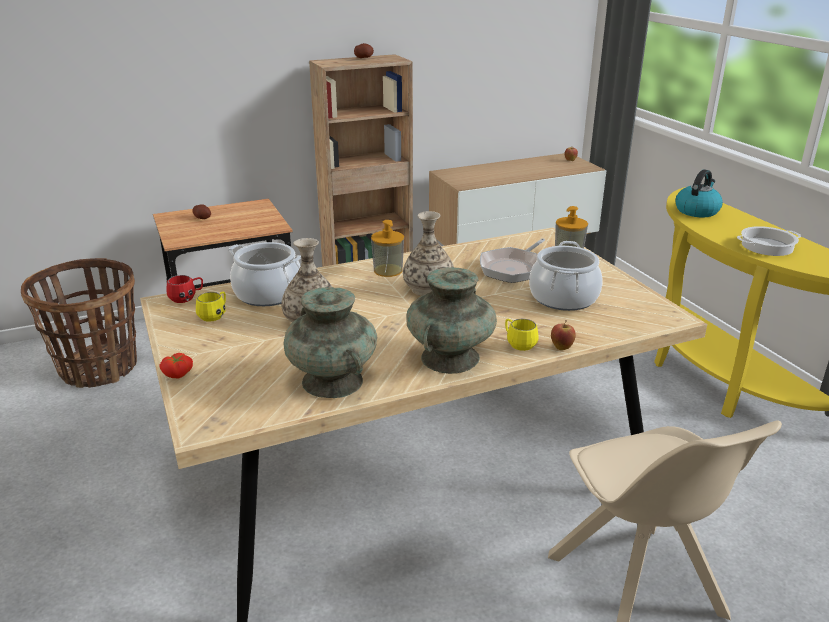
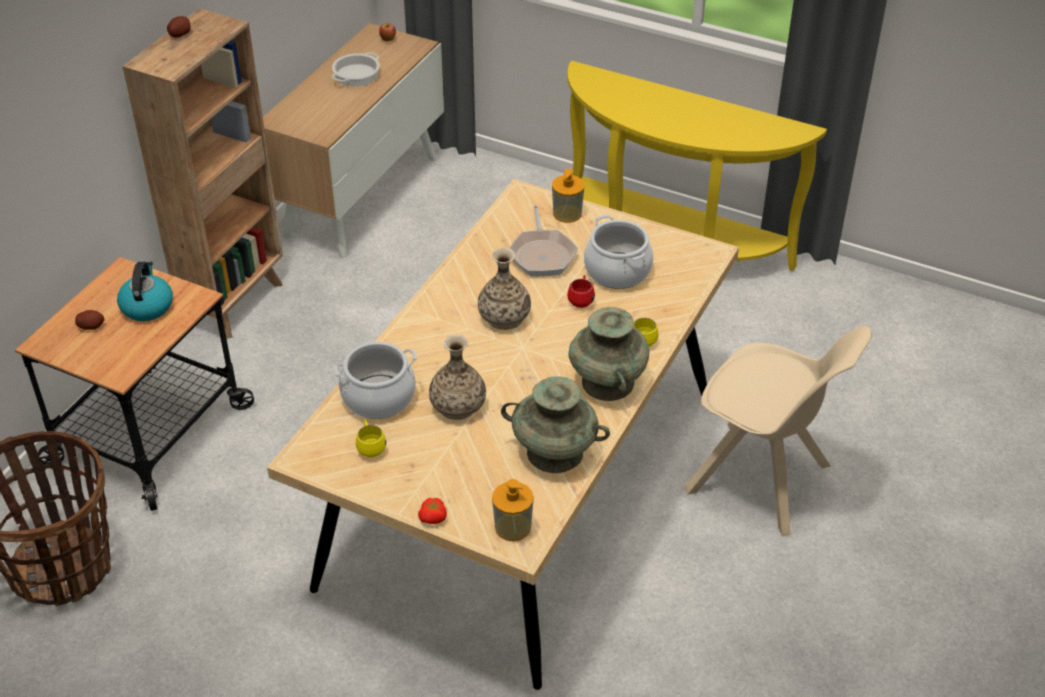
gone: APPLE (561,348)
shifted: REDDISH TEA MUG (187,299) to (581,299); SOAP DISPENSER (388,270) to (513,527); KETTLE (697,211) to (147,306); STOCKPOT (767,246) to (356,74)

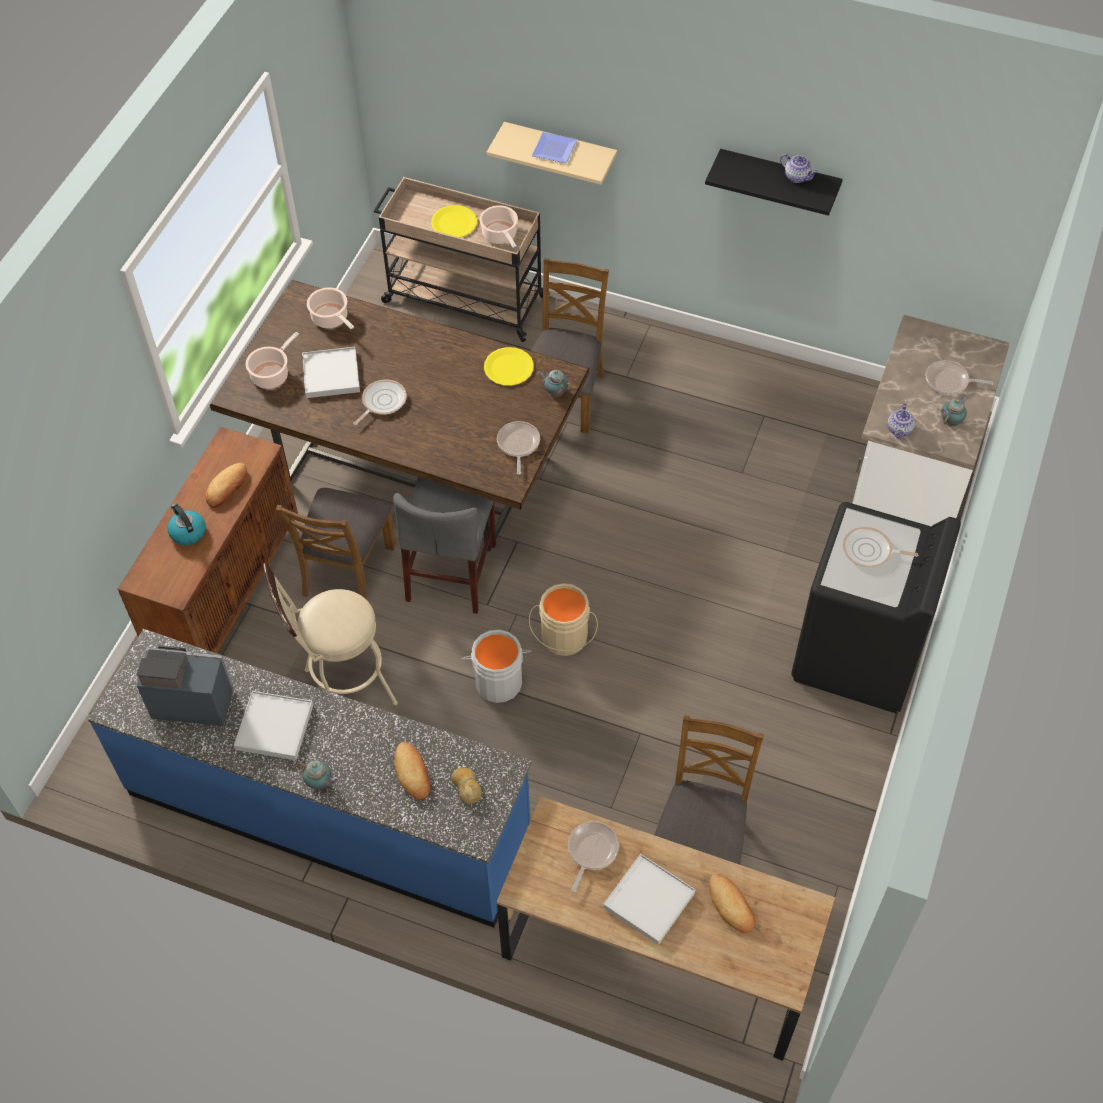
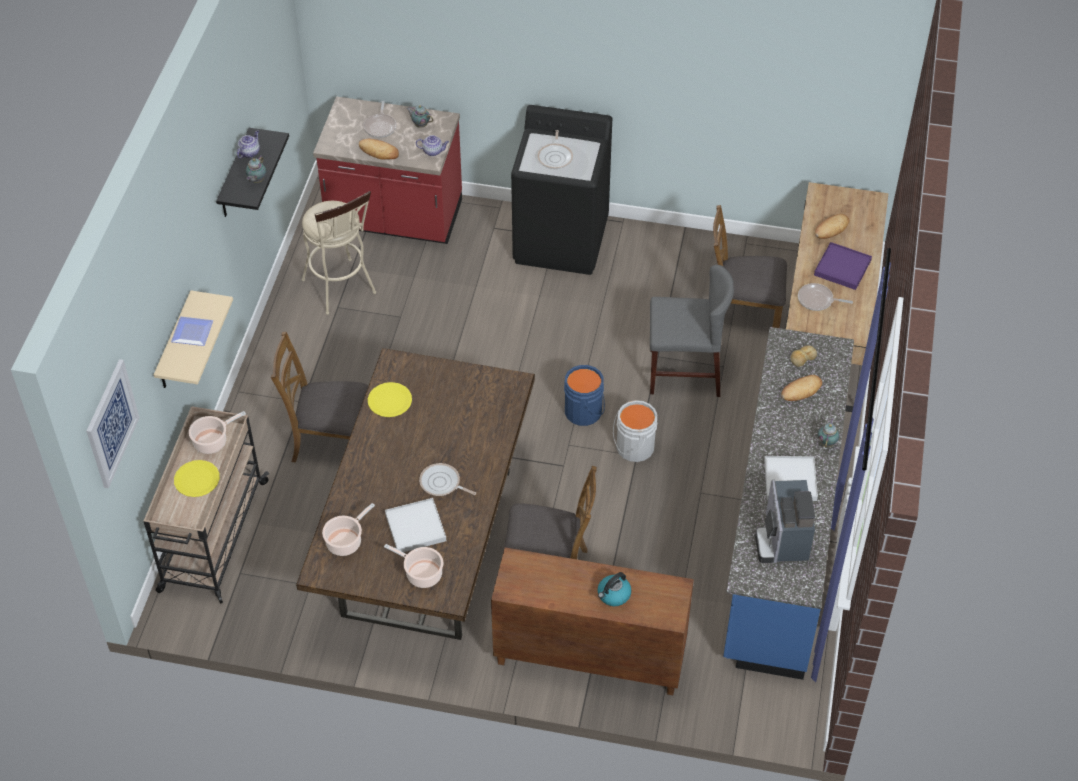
gone: SKILLET (518,444)
new: WALL ART (111,423)
shifted: BREAD (227,487) to (379,151); BEIGE STOOL (342,689) to (342,290); GREYISH PLAIN CHAIR (451,572) to (684,372); TEAPOT (555,392) to (256,181)
repainted: BEIGE PAIL (563,639) to BLUE-COLOURED PAIL (585,411); WHITE TRAY (649,900) to PURPLISH TRAY (842,268); WHITE COUNTER (910,481) to REDDISH COUNTER (394,218)

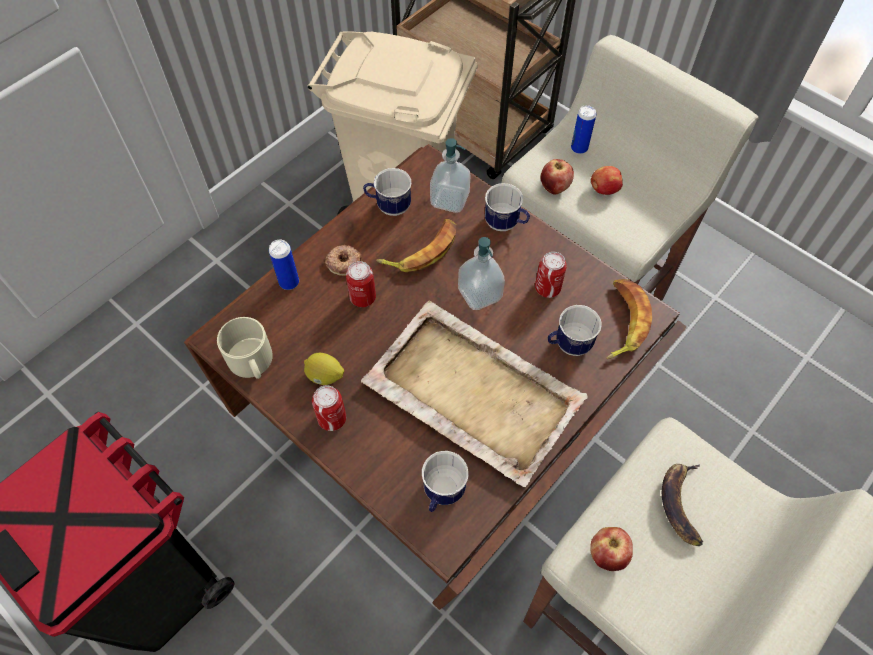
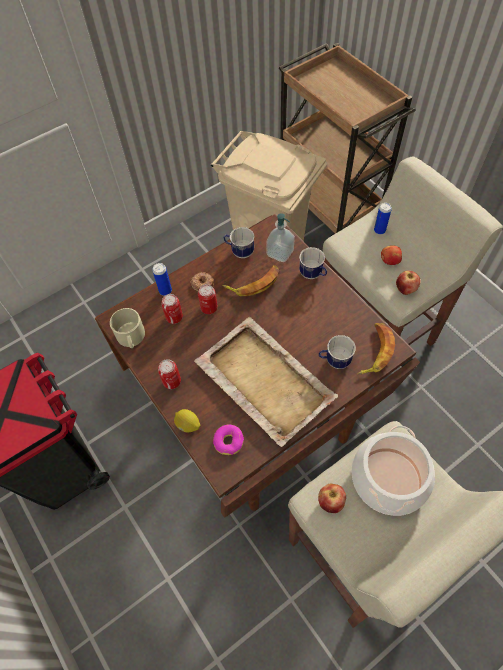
gone: SOAP DISPENSER (479,294)
shifted: CITRUS FRUIT (325,376) to (188,425); METAL CAN (547,288) to (174,317); APPLE (554,188) to (405,289)
swapped: TEA MUG (442,494) to RING DOUGHNUT (228,441); BANANA (680,503) to STOCKPOT (388,478)

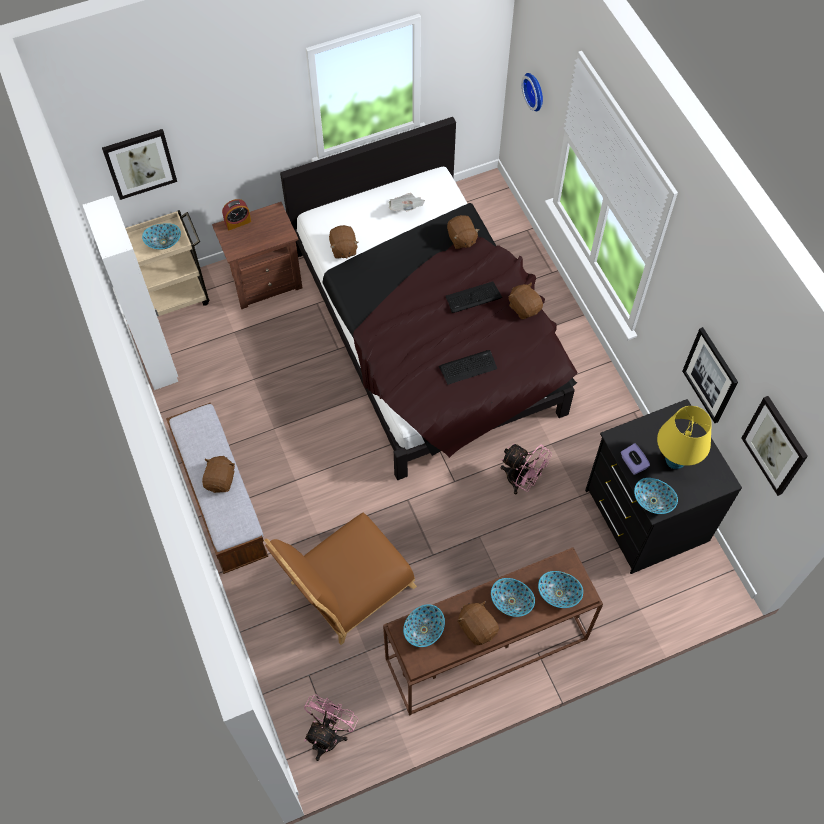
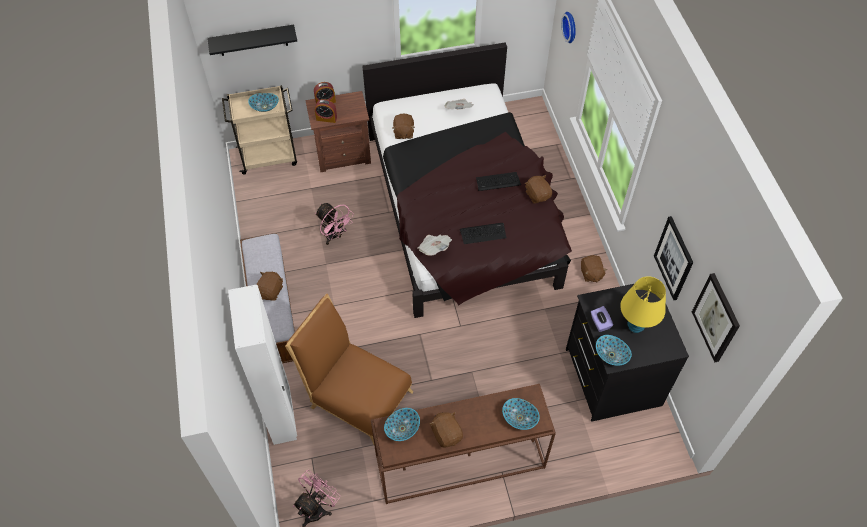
gone: DEEP DISH (511,601)
new: ALARM CLOCK (326,118); NEWSPAPER (434,249)
shifted: WHITE CLOTHES CUPBOARD (158,361) to (282,416); BROWN-COLOURED PLUSH TOY (461,239) to (591,274); PINK COOLING FAN (521,480) to (335,236)
swapped: WALL ART (140,163) to BLACKISH WALL SHELF (253,40)
rotated: BROWN-COLOURED PLAIN CHAIR (346,589) = (356,396) 60 degrees clockwise

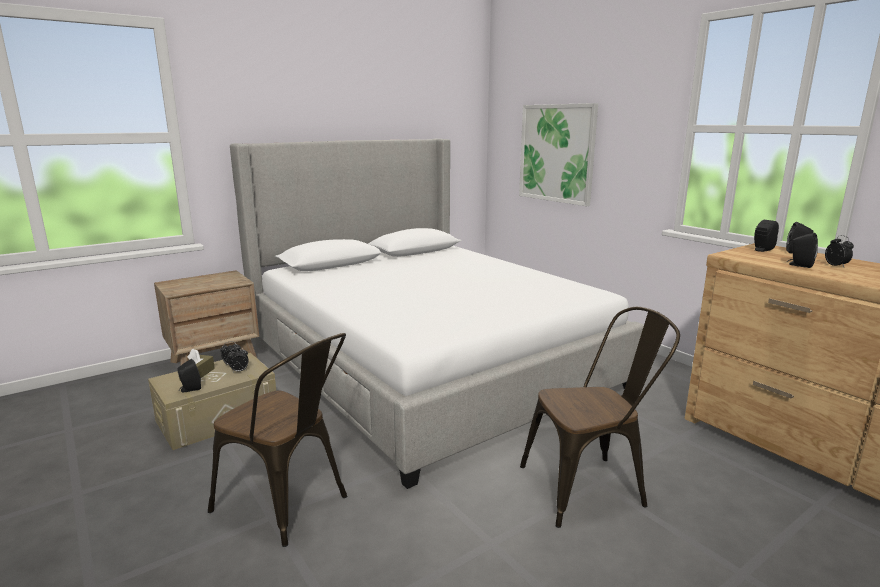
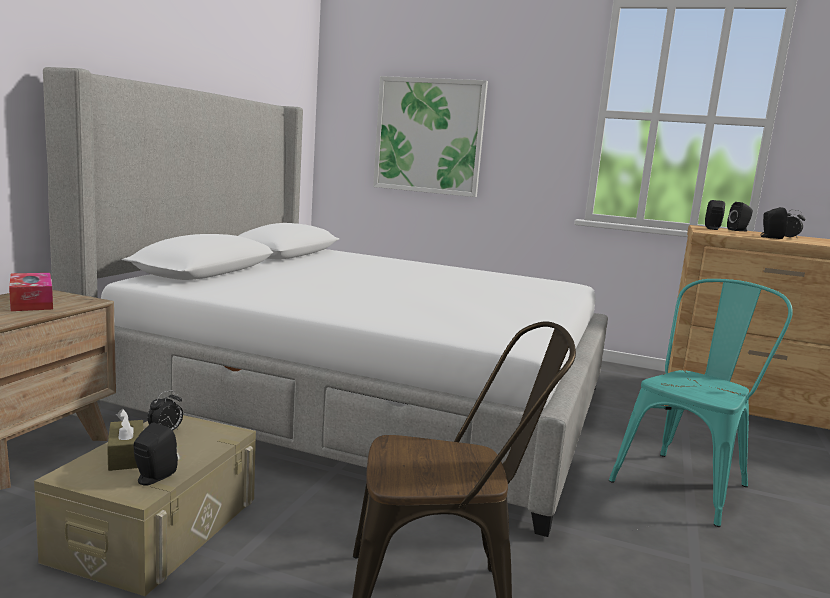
gone: ALARM CLOCK (239,371)
new: BOX OF TISSUES (31,302)
repainted: BROWN-COLOURED PLAIN CHAIR (591,486) to TURQUOISE-COLOURED PLAIN CHAIR (687,481)

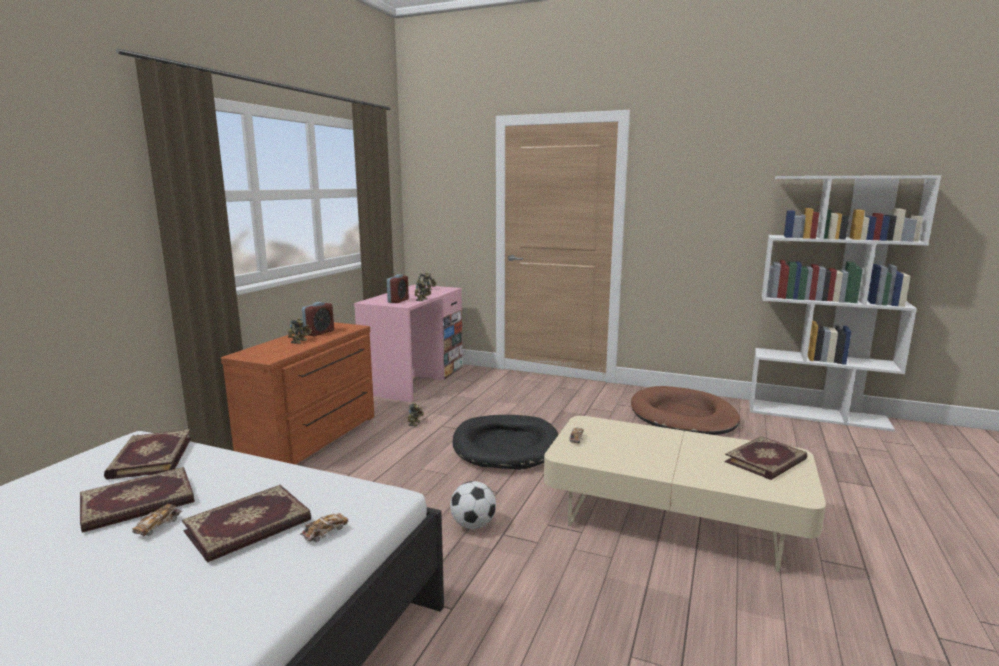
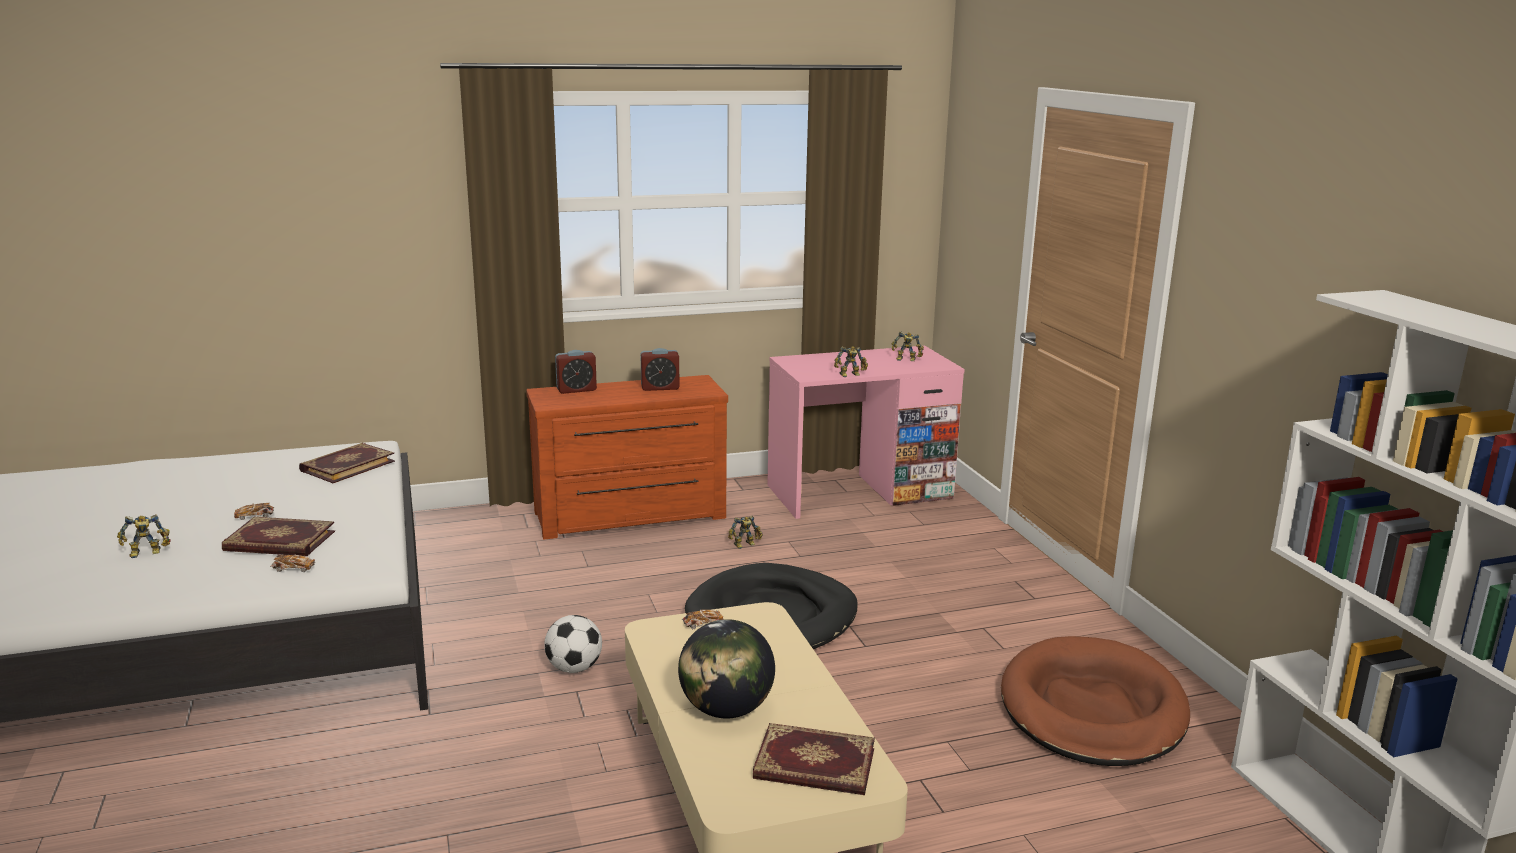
gone: BOUND BOOK (138,503)
new: WORLD GLOBE (726,710)
shifted: ROBOT FIGURE (300,341) to (146,553); ALARM CLOCK (398,301) to (576,390)

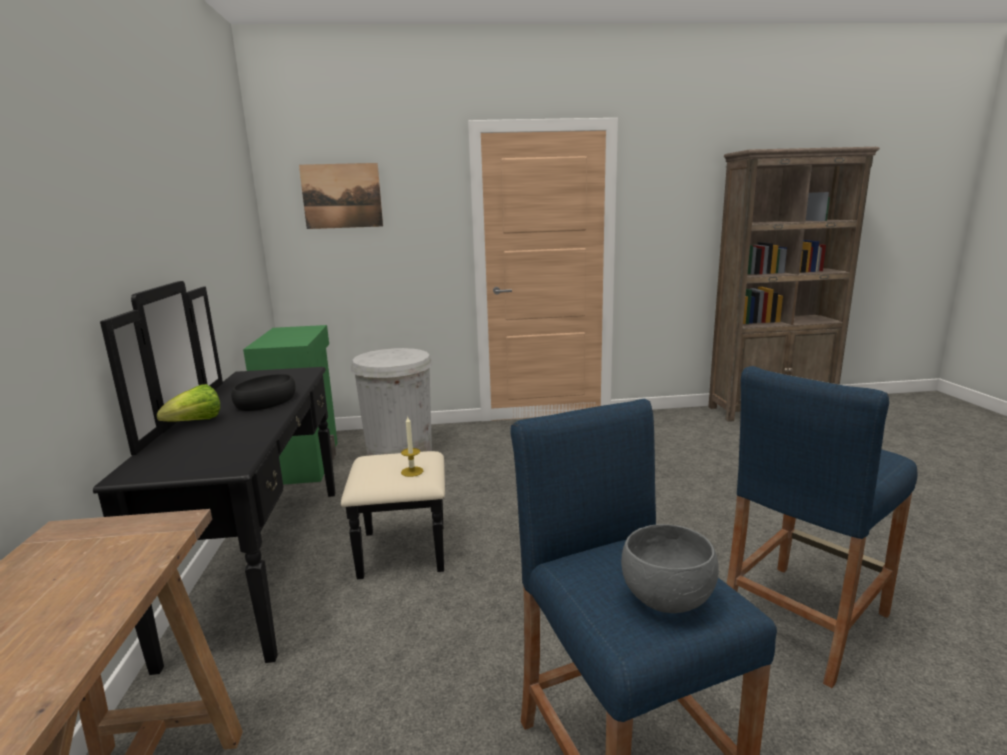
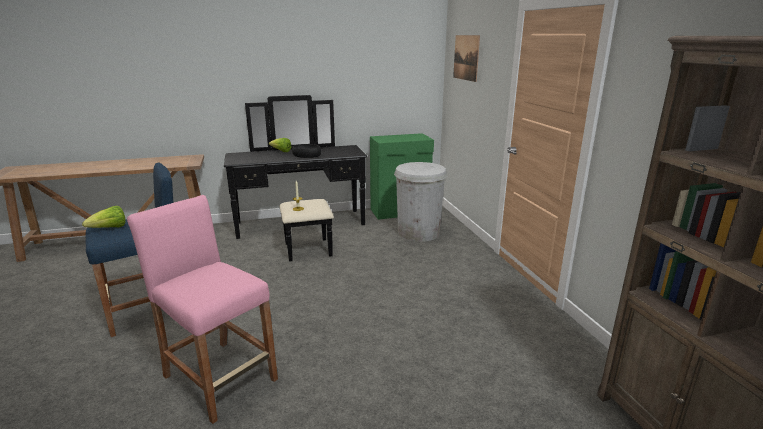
swapped: GREYISH DEEP DISH (667,599) to HEAD OF LETTUCE (109,229)
repainted: BLUE-COLOURED STOOL (802,619) to PINK STOOL (220,378)

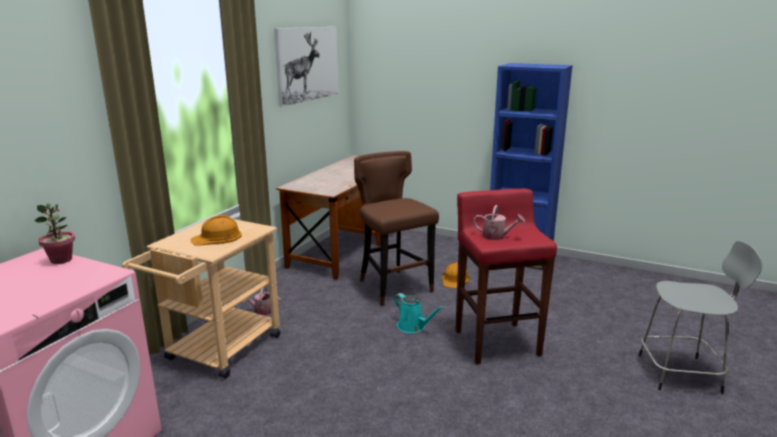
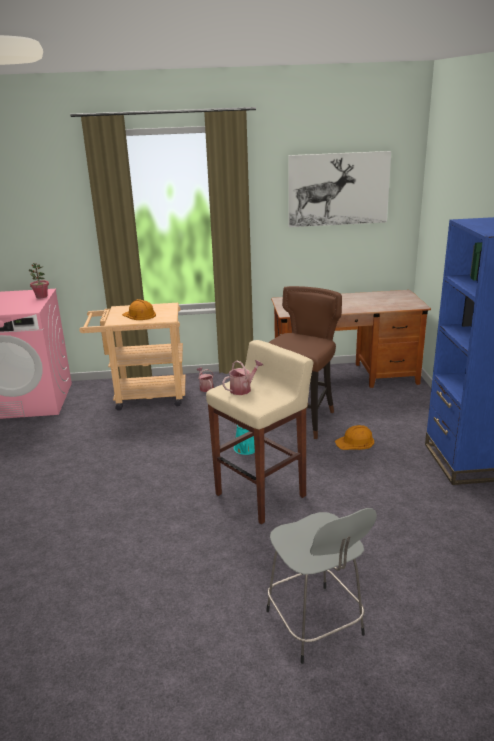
repainted: REDDISH STOOL (496,342) to BEIGE STOOL (262,495)
rotated: WATERING POT (497,236) = (243,389) 120 degrees counterclockwise

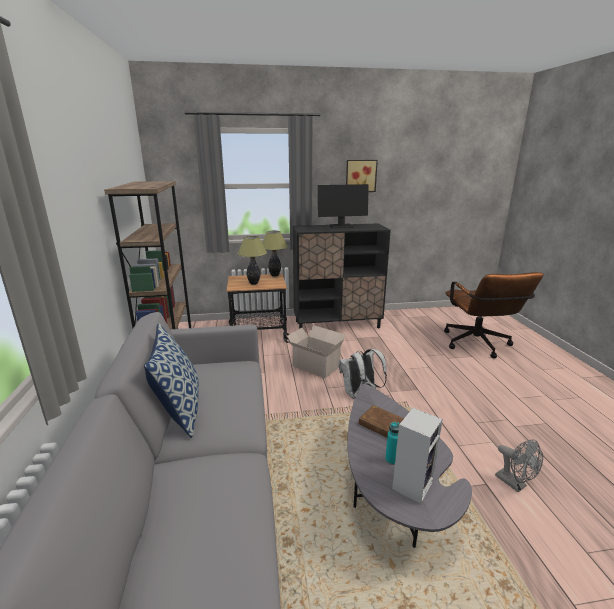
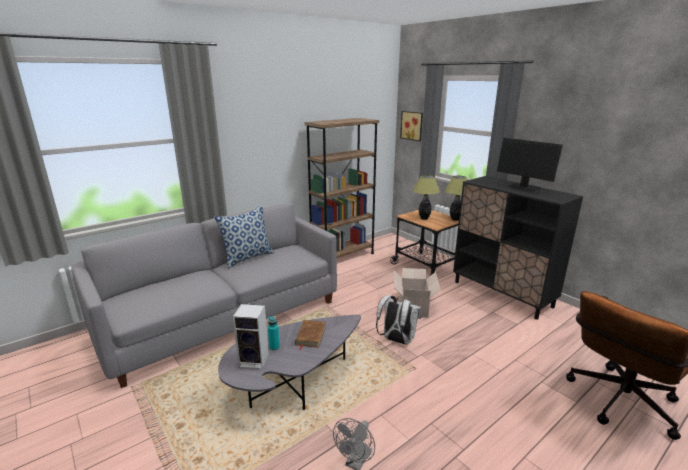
shifted: WALL ART (360,176) to (412,125)

